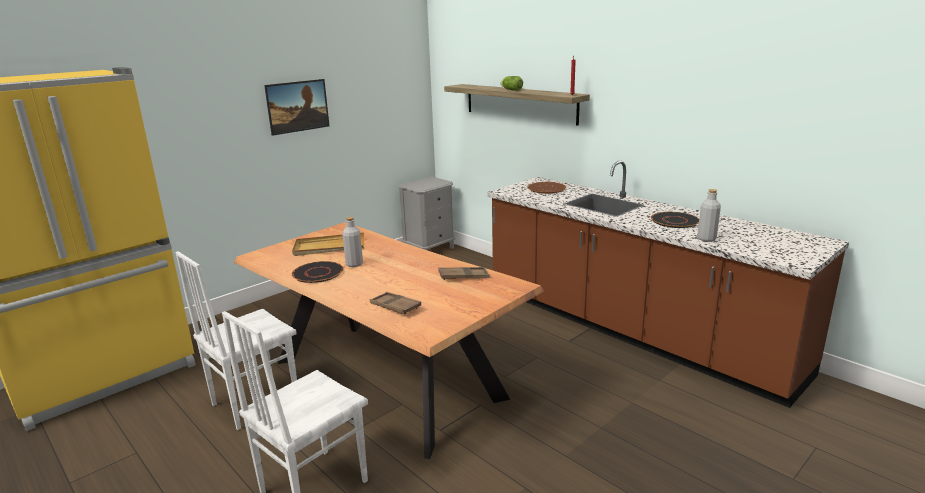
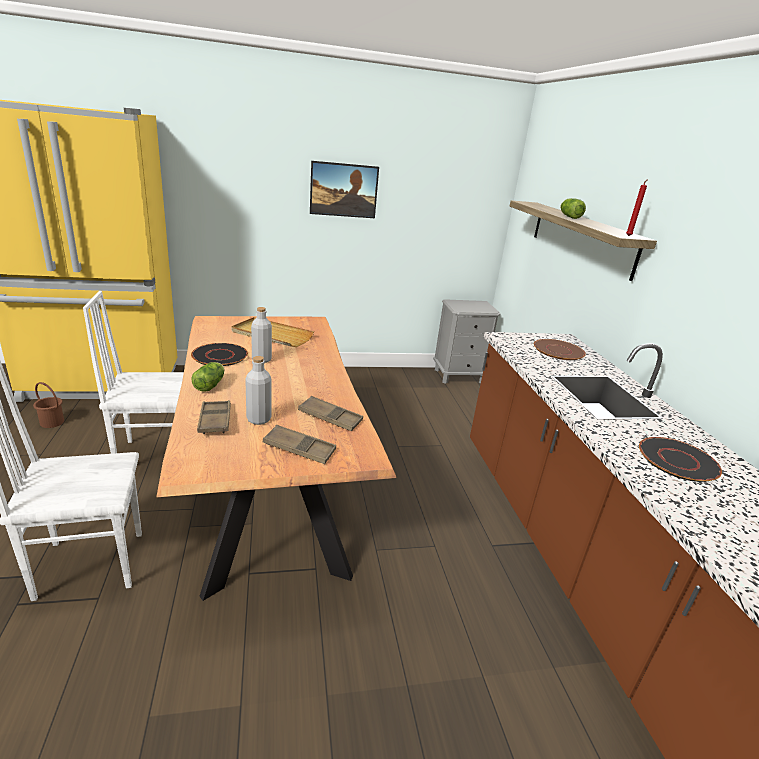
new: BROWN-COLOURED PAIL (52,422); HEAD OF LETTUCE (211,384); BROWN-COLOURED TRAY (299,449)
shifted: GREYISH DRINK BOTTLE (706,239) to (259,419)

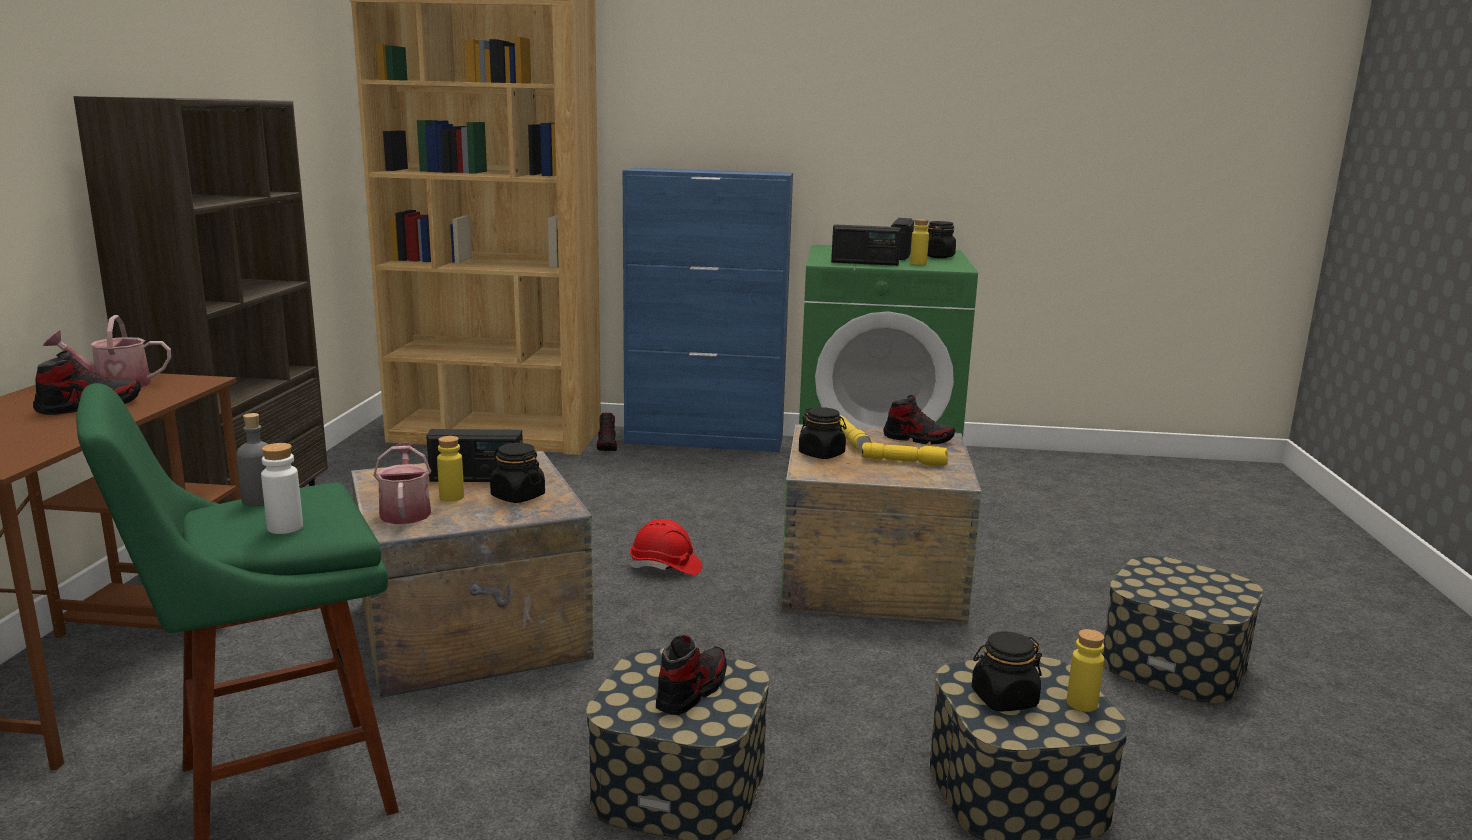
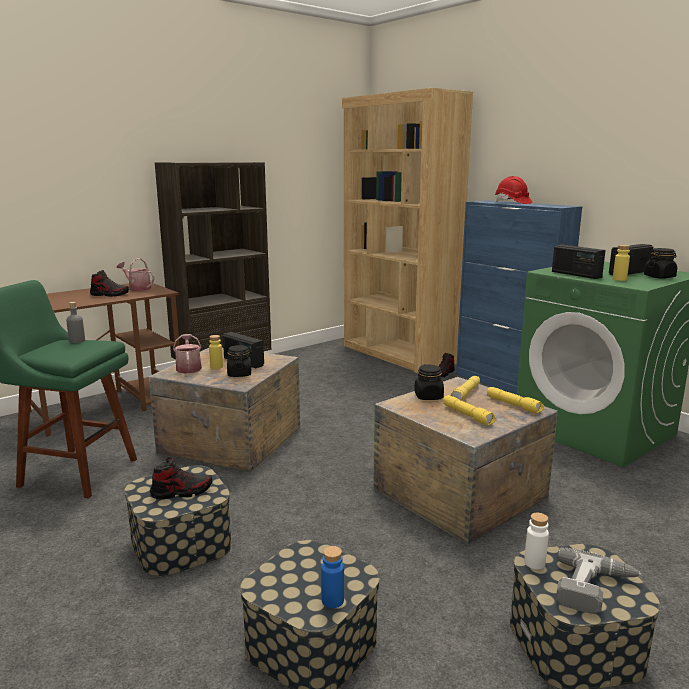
gone: BLACKISH PRESERVE JAR (1003,699)
new: POWER DRILL (595,590)
shifted: WHITE DRINK BOTTLE (285,527) to (534,563); REDDISH WORK HELMET (665,567) to (512,203)
swapped: SHOE (918,439) to YELLOW HAND TORCH (514,405)
repainted: YELLOW DRINK BOTTLE (1081,703) to BLUE-COLOURED DRINK BOTTLE (332,600)
rotated: WATERING POT (405,511) = (188,368) 45 degrees counterclockwise

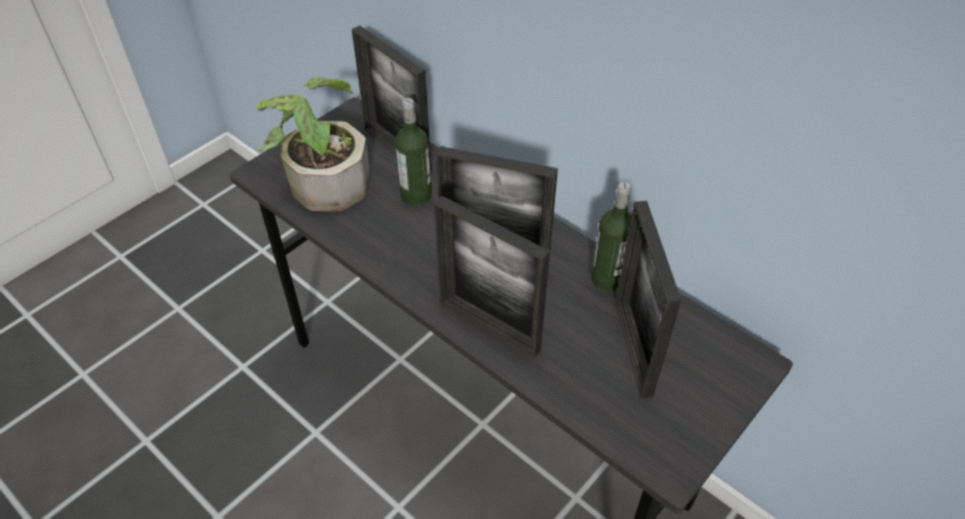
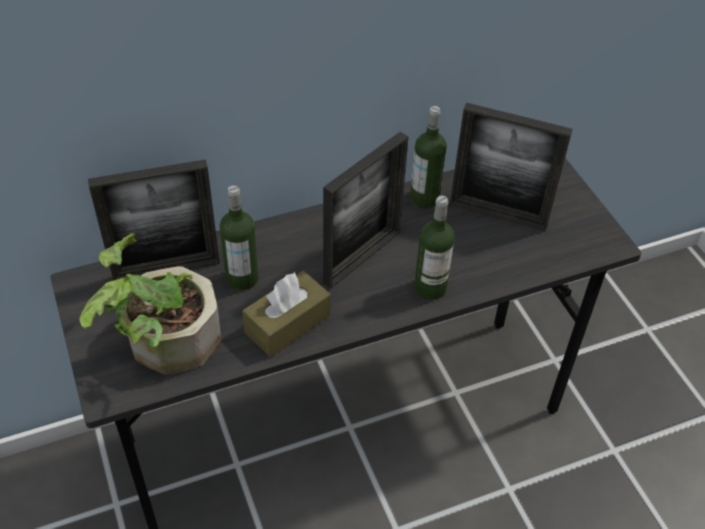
new: BROWN-COLOURED BOX OF TISSUES (287,323)
swapped: PICTURE FRAME (489,326) to DRINK BOTTLE (430,288)

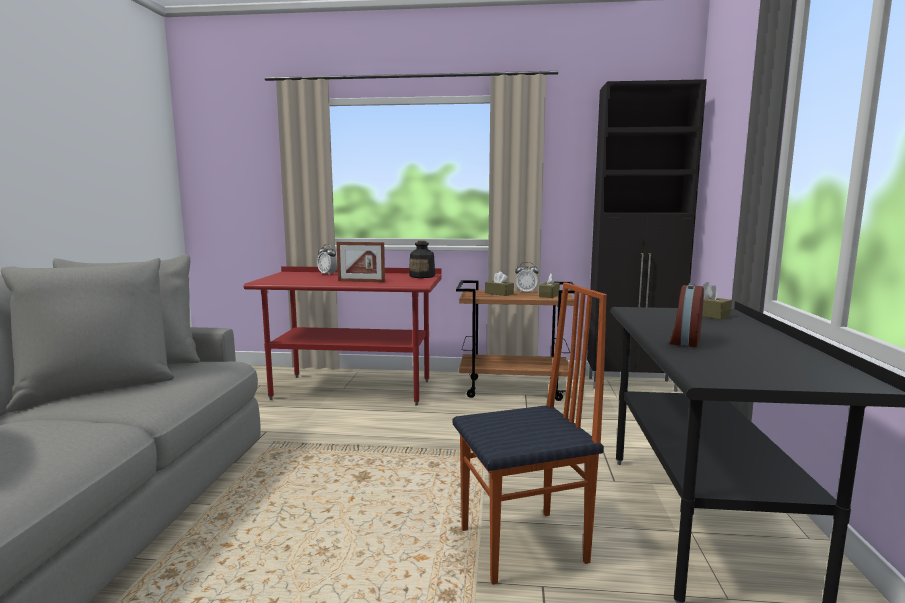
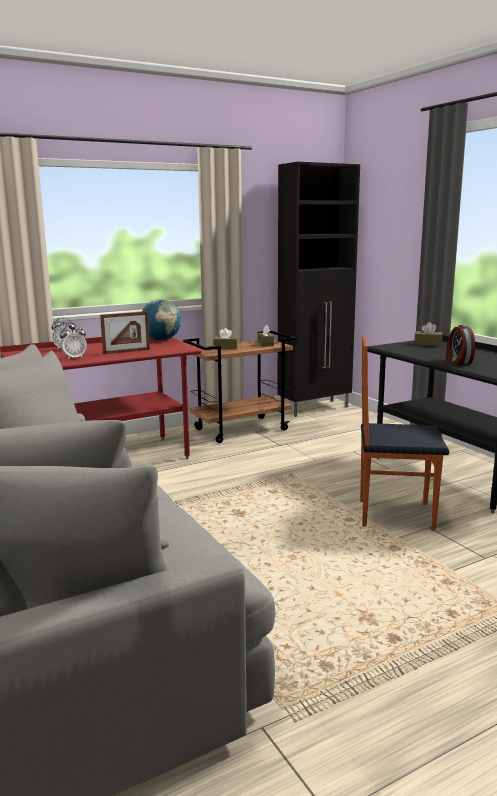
shifted: ALARM CLOCK (526,292) to (74,358)
swapped: DRINK BOTTLE (422,276) to WORLD GLOBE (161,340)
rotated: PLAIN CHAIR (525,546) = (394,514) 120 degrees counterclockwise

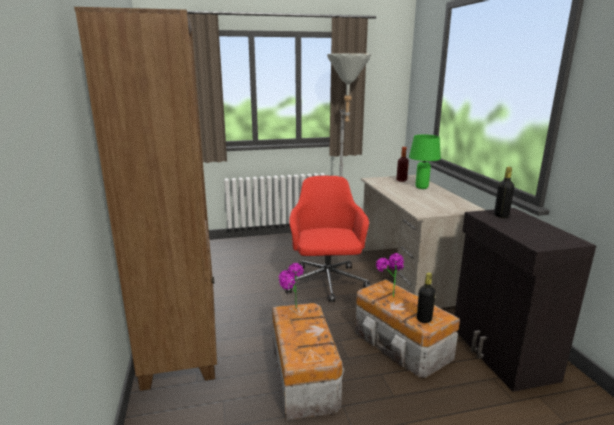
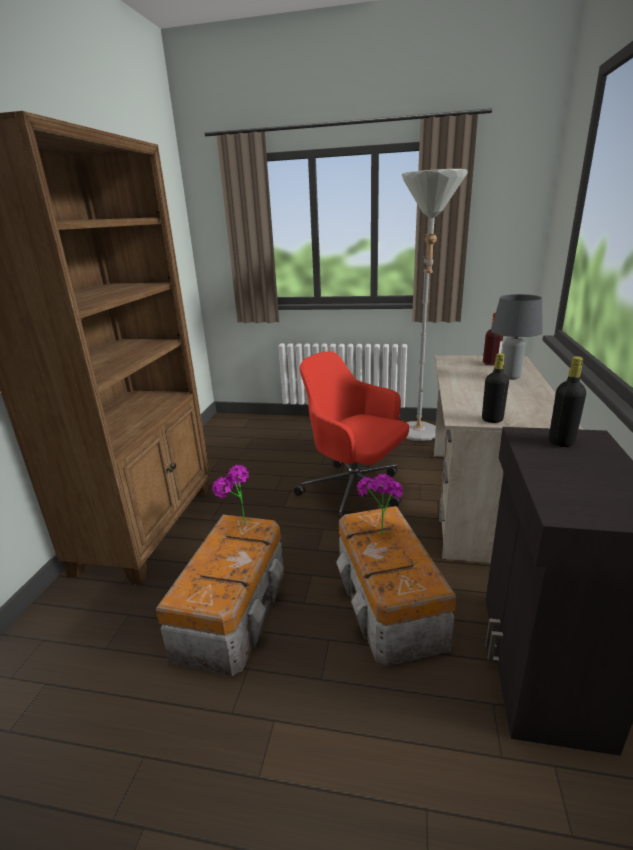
shifted: BLACKISH DRINK BOTTLE (424,319) to (492,419)
repainted: GREENISH TABLE LAMP (422,188) to GREYISH TABLE LAMP (510,377)
rotated: REDDISH COMPUTER CHAIR (326,283) = (354,493) 75 degrees counterclockwise

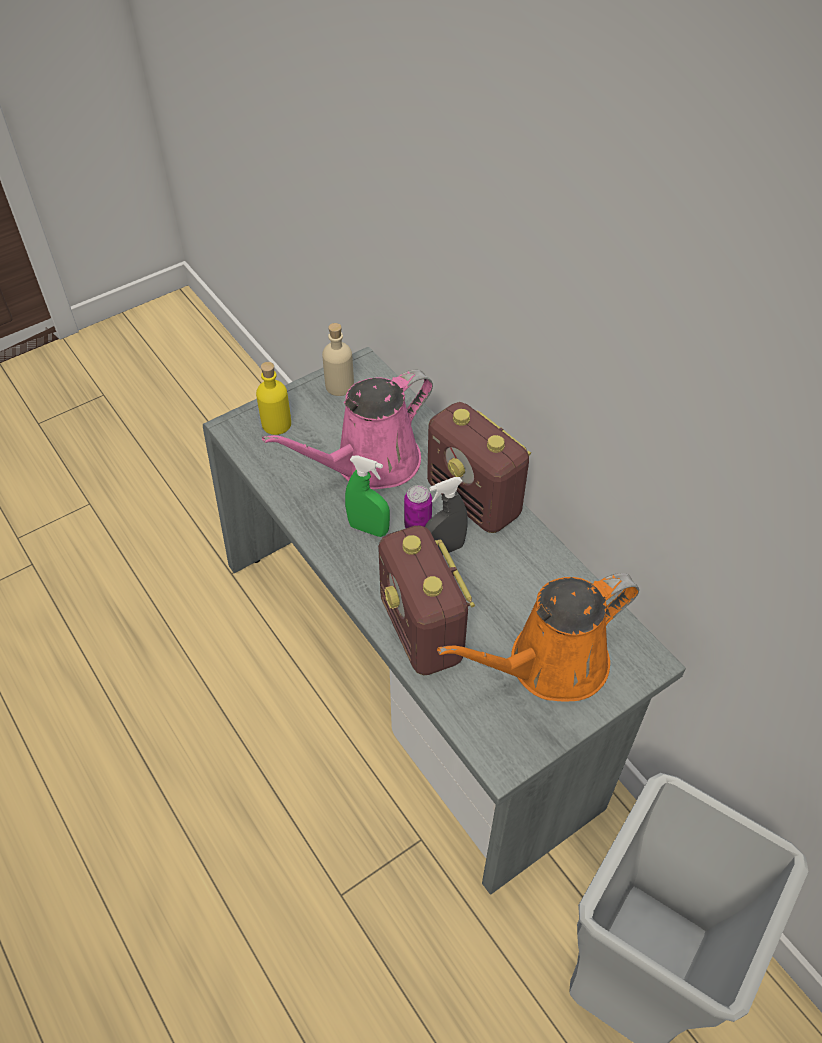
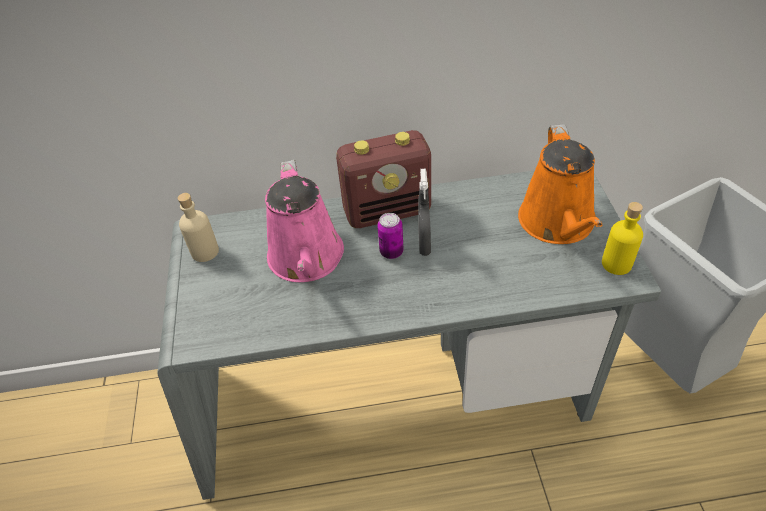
gone: GREENISH SPRAY BOTTLE (368,528); RADIO (422,631)
shifted: YELLOW DRINK BOTTLE (276,424) to (616,264)

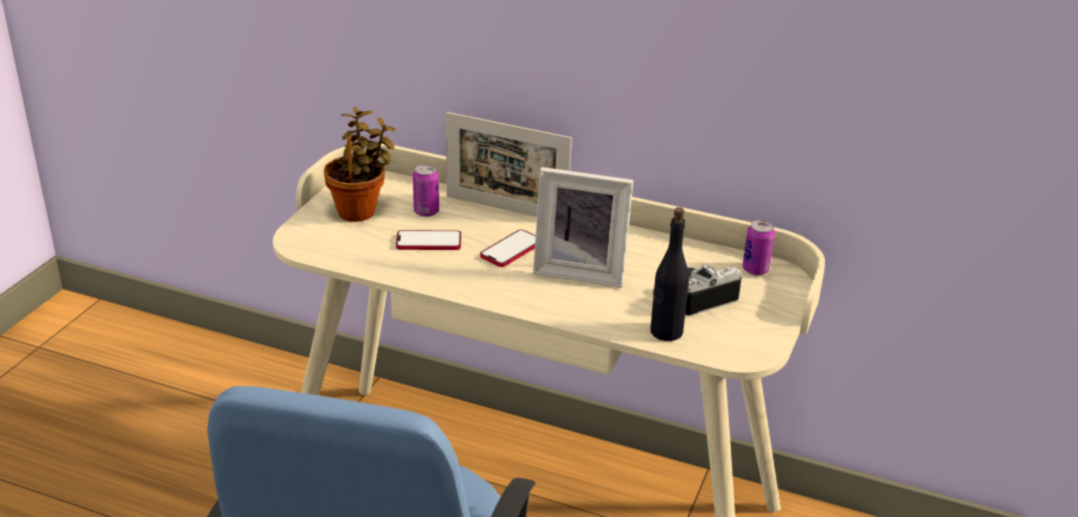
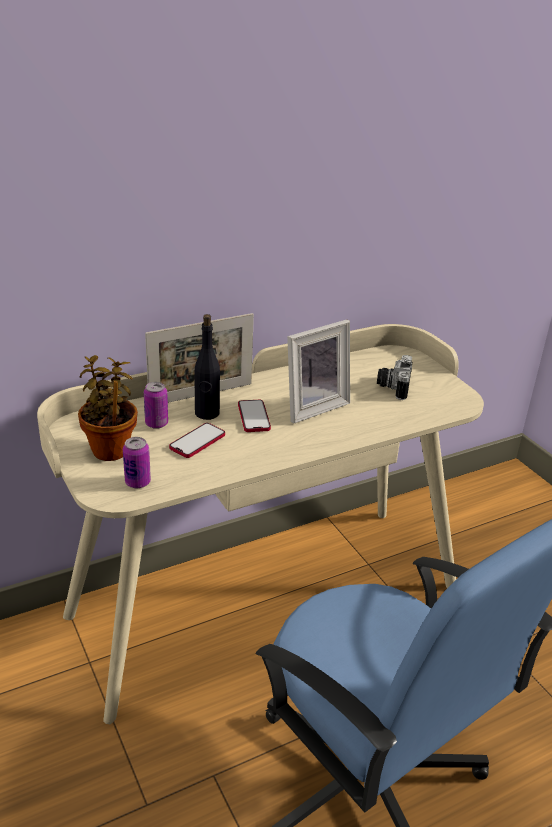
shifted: BLACKISH DRINK BOTTLE (666,332) to (207,413); METAL CAN (755,270) to (137,482)

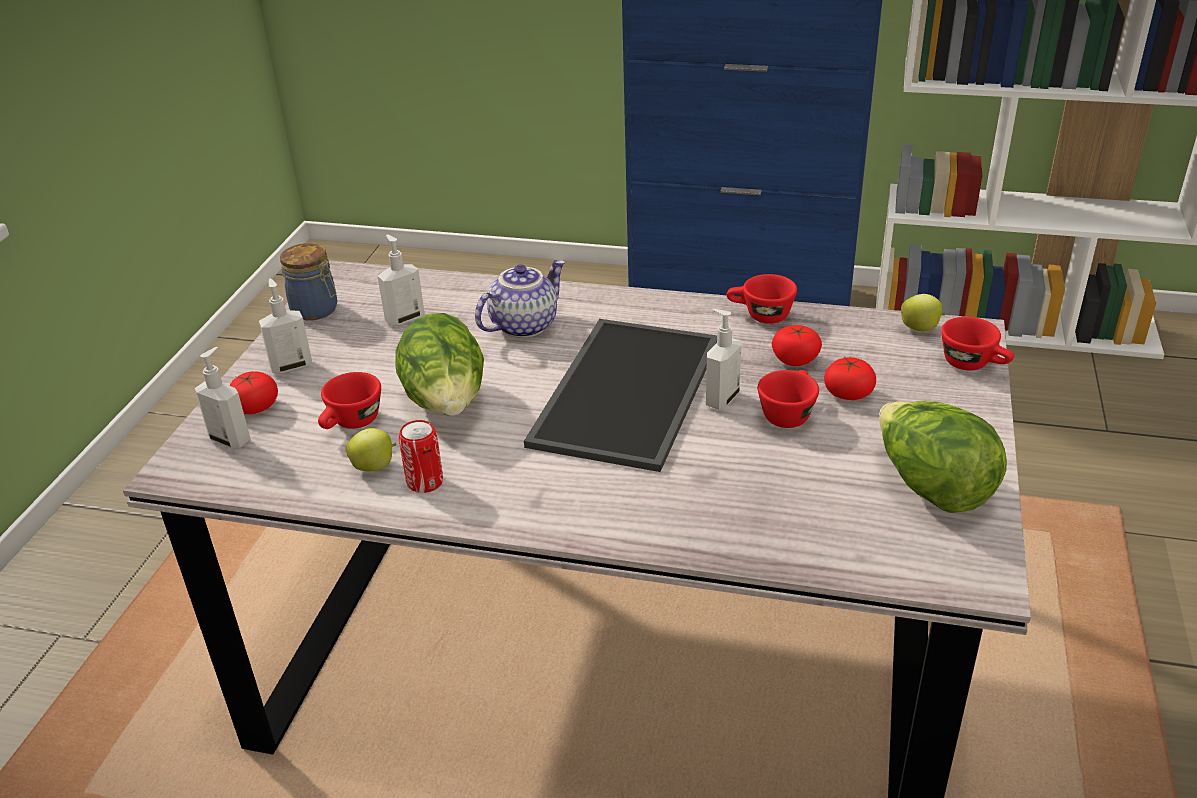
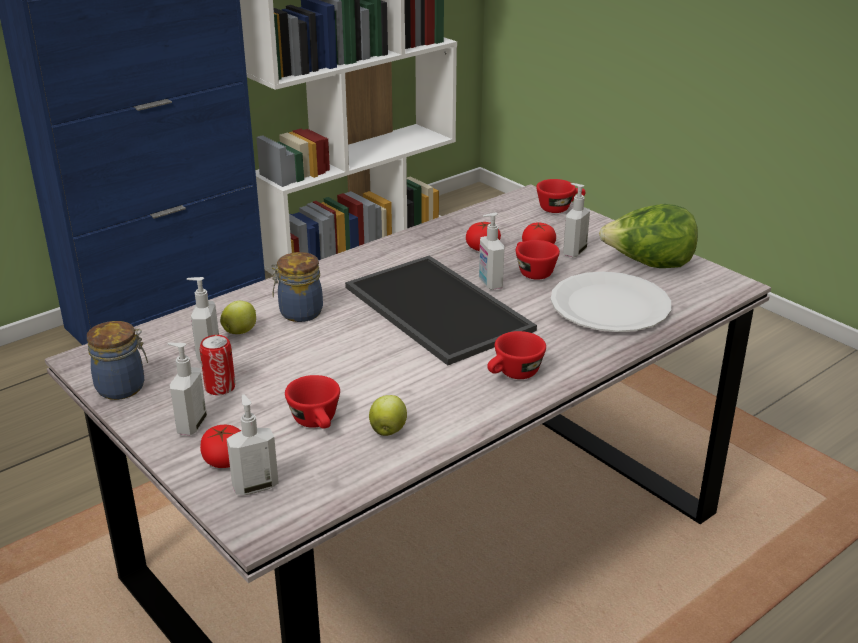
gone: HEAD OF LETTUCE (447,404)
new: WHITE PLATE (610,305); SOAP DISPENSER (574,252)
shifted: METAL CAN (425,482) to (220,387); REDDISH SMALL CUP (760,315) to (513,374); APPLE (920,329) to (240,331)
swapped: TEAPOT (523,325) to PRESERVE JAR (299,313)

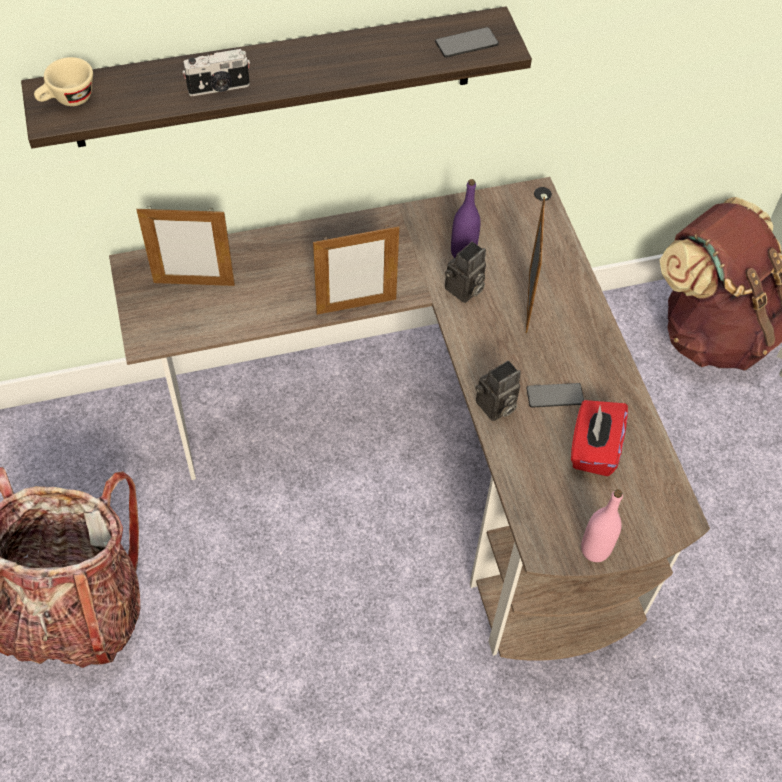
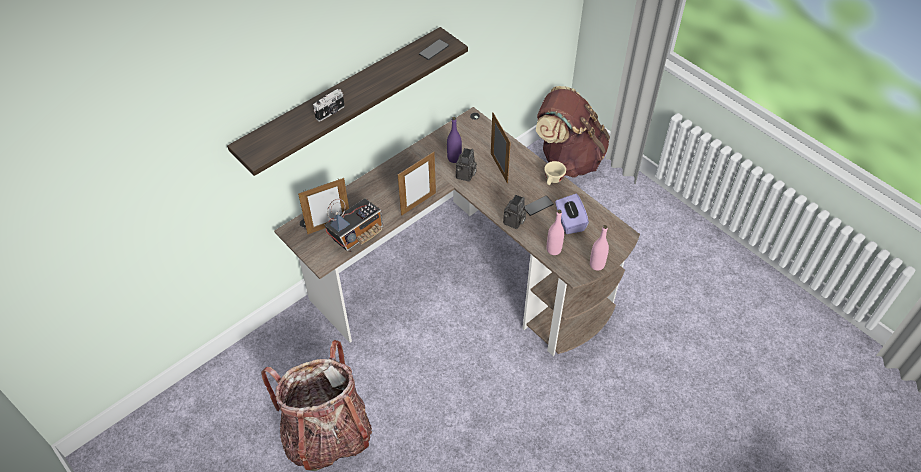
new: RADIO (357,235); PINK DRINK BOTTLE (553,249)
shifted: BEIGE SMALL CUP (68,100) to (553,180)
repainted: REDDISH BOX OF TISSUES (593,449) to PURPLISH BOX OF TISSUES (569,222)

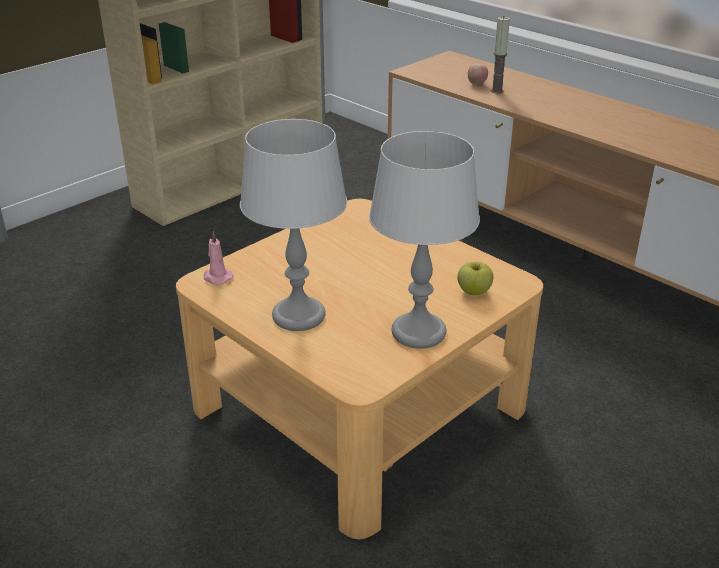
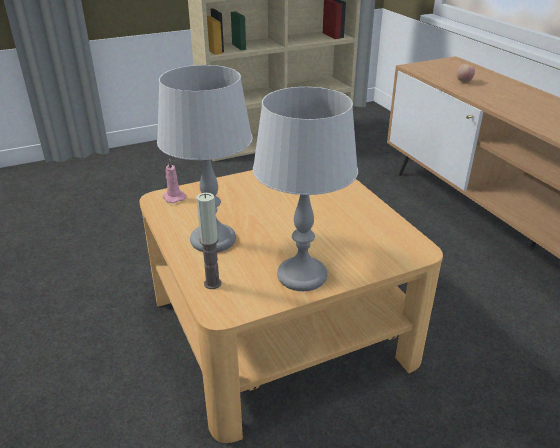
gone: APPLE (474,291)
shifted: WAX CANDLE (497,91) to (212,283)

